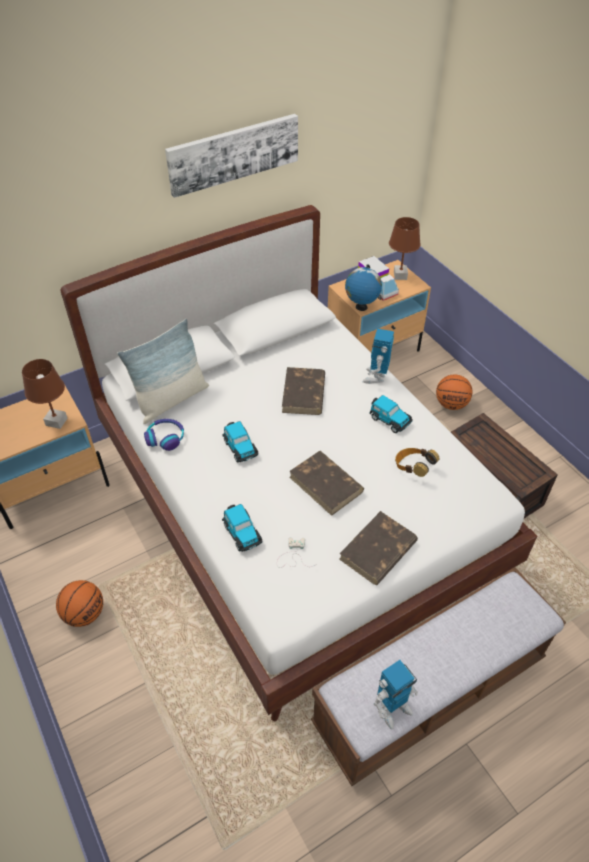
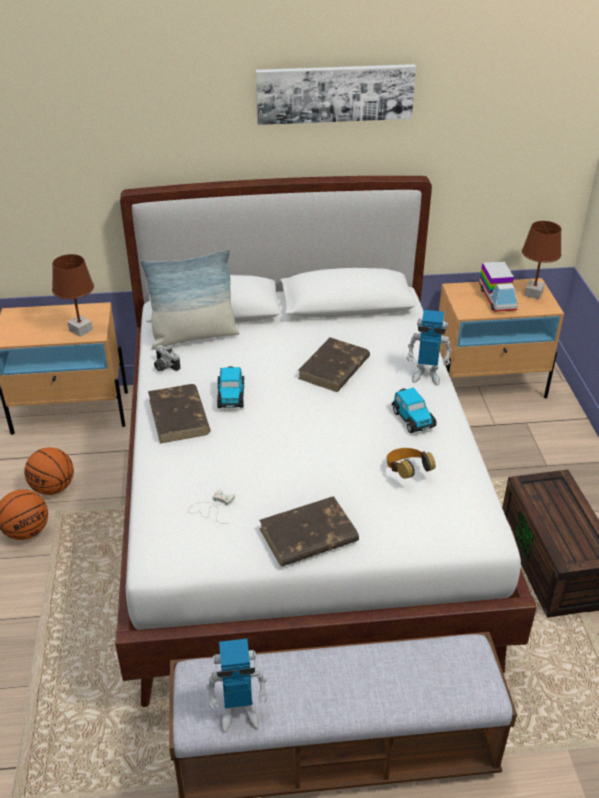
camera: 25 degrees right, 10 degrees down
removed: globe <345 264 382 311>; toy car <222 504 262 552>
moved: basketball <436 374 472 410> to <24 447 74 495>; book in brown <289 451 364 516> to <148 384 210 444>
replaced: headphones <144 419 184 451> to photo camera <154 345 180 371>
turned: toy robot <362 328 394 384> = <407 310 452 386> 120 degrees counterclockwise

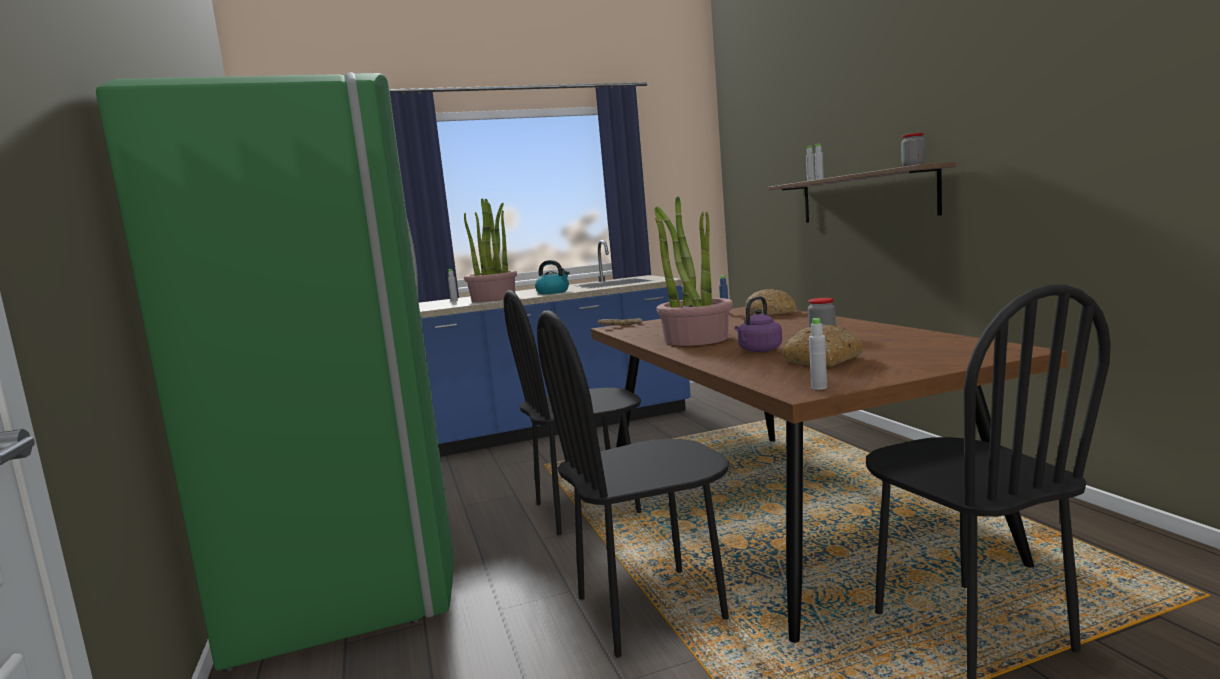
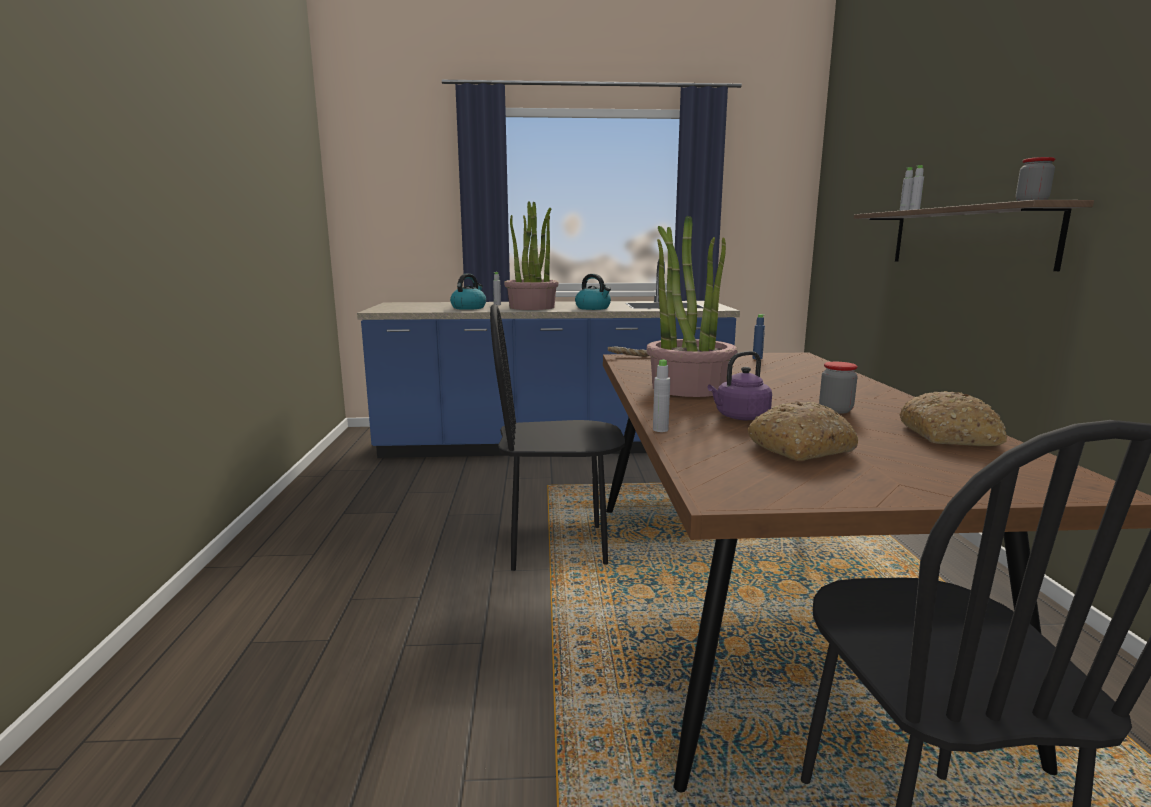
camera: 15 degrees right, 5 degrees up
removed: fridge in green <96 72 454 672>; chair in black <537 310 729 658>
added: kettle <450 274 486 310>
moved: bread <745 289 796 315> to <899 391 1007 446>; bottle in grey <809 318 827 390> to <653 359 670 432>

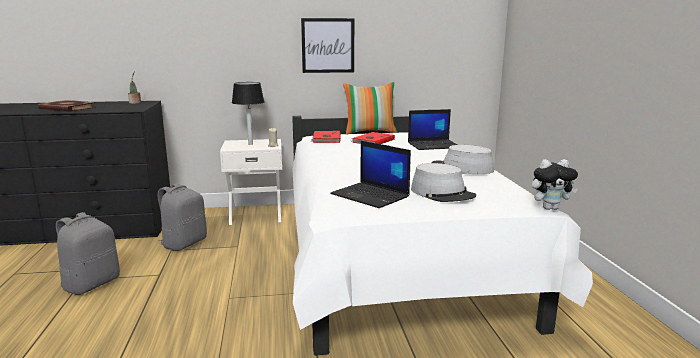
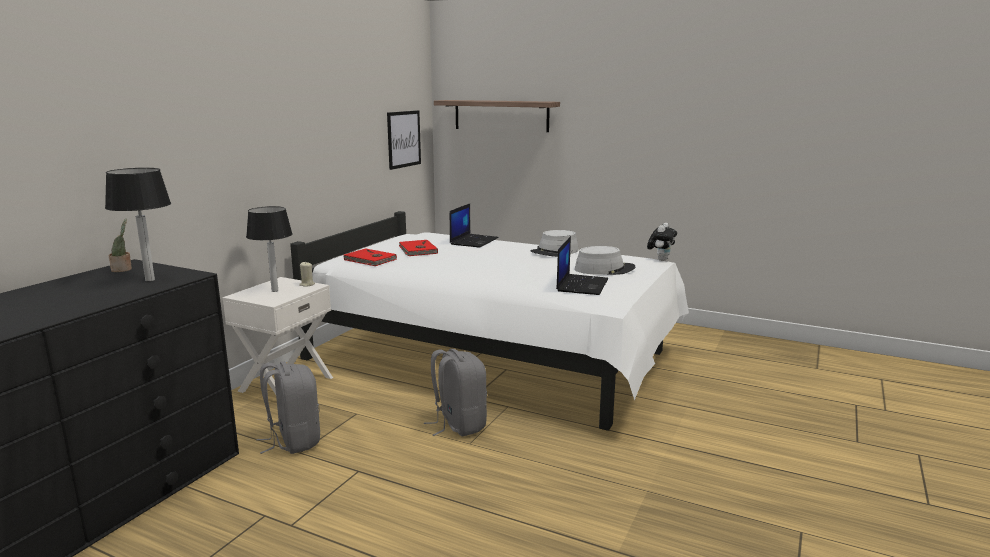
camera: 55 degrees left, 0 degrees up
removed: pillow <343 82 397 135>; book <38 100 96 112>
added: shelf <434 100 560 132>; table lamp <105 168 171 281>
moved: picture <301 18 354 73> to <387 110 421 170>; backpack in grey <56 212 120 295> to <424 349 487 436>
turned: laptop <330 141 411 208> = <556 236 608 295> 60 degrees counterclockwise

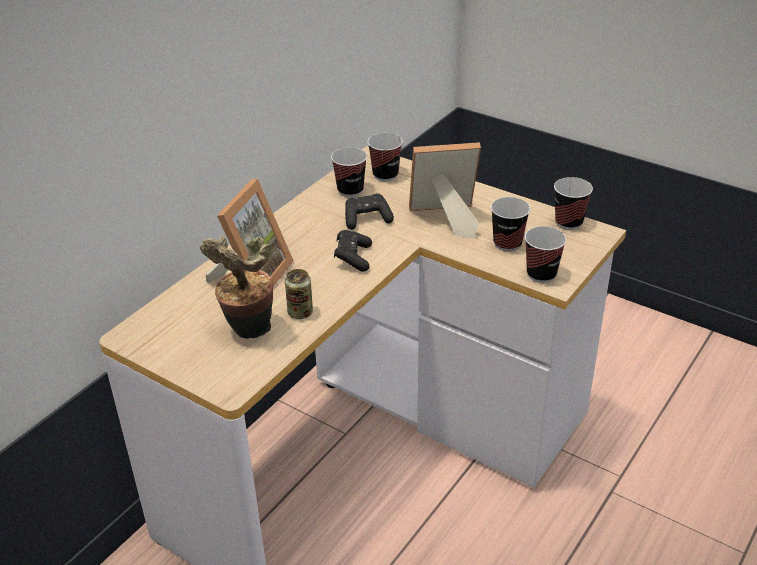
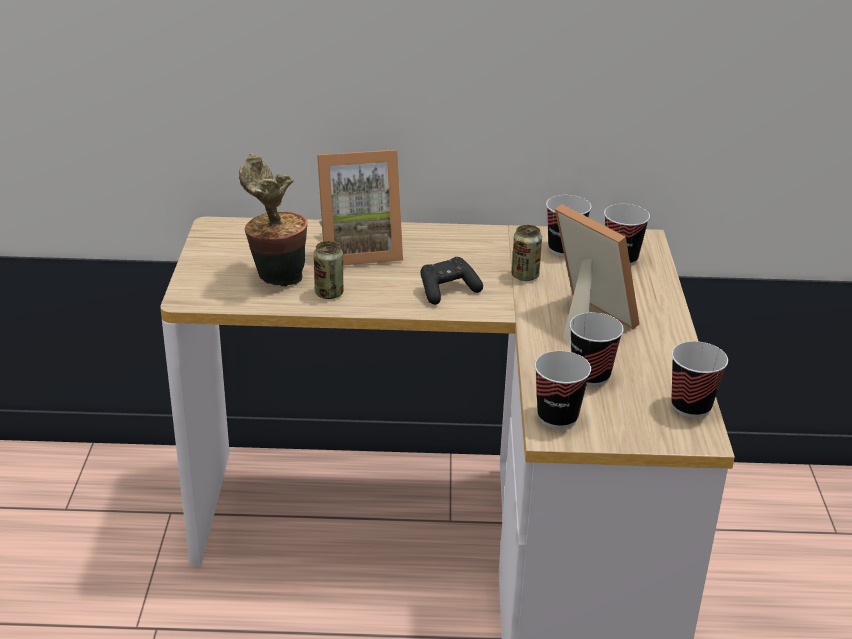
camera: 55 degrees right, 5 degrees down
replaced: game controller in black <345 193 394 230> to can <512 225 542 281>

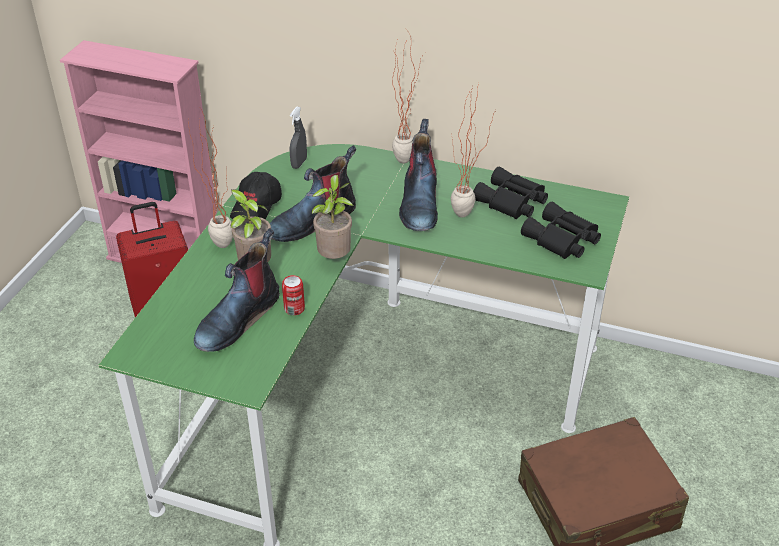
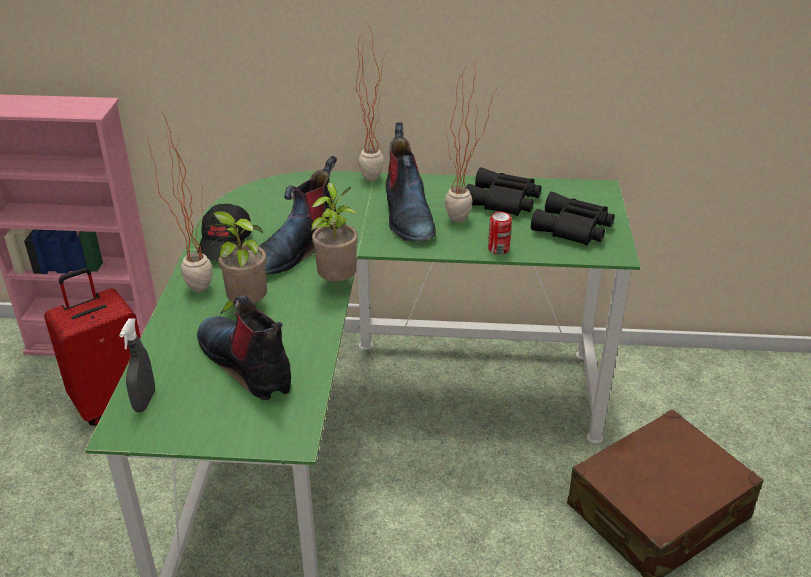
camera: 15 degrees left, 5 degrees down
moved: spray bottle in grey <290 107 307 169> to <119 318 155 412>; can <282 275 305 315> to <488 212 512 255>
turned: boot <194 228 280 352> = <197 296 291 401> 120 degrees clockwise

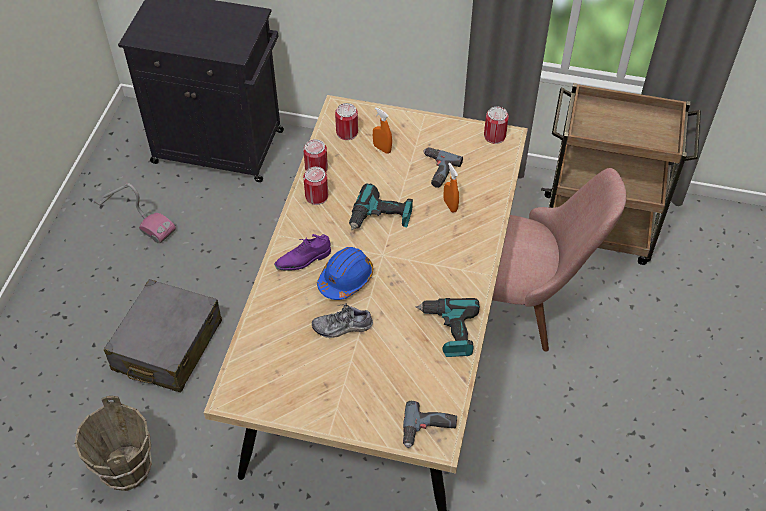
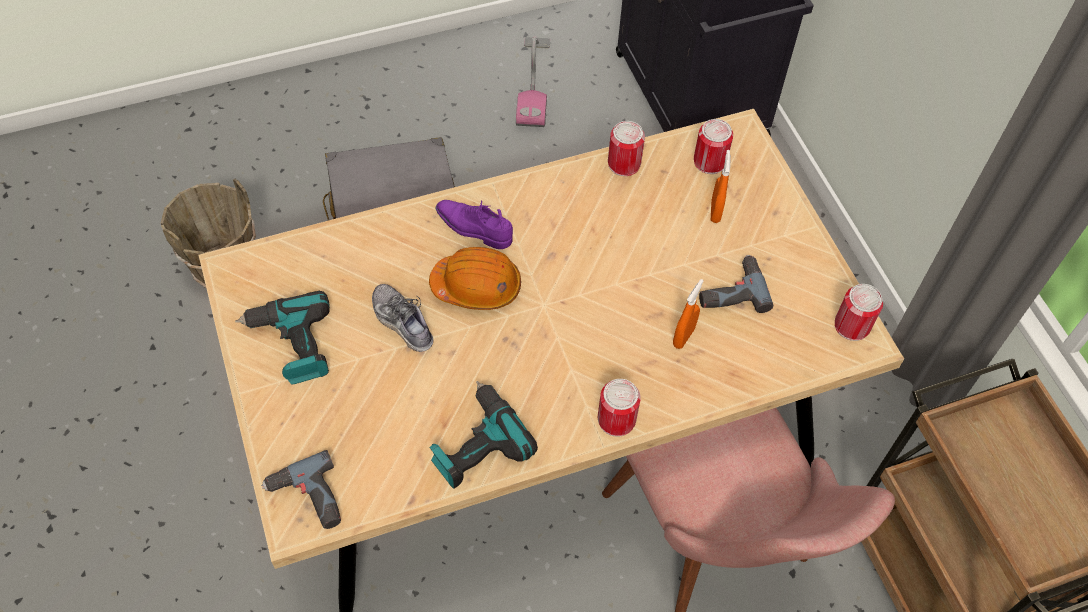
camera: 55 degrees right, 5 degrees up
moved: can <303 167 328 205> to <598 379 641 437>; power drill <349 183 413 231> to <235 291 330 385>
recoloured: hard hat in blue <317 247 373 300> to hard hat in orange <429 247 521 310>

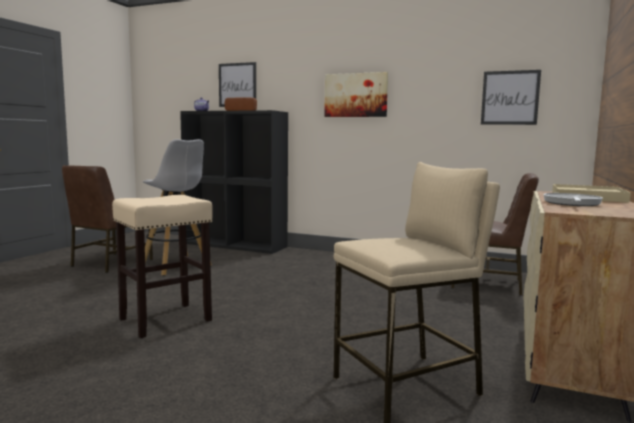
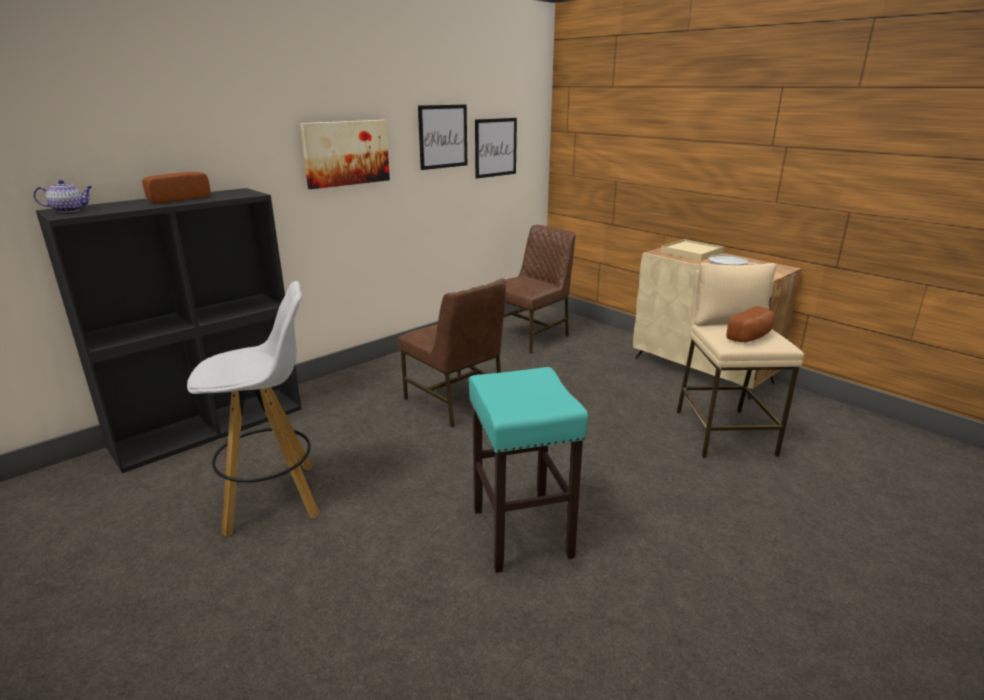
camera: 65 degrees left, 15 degrees up
added: bread <726 306 775 343>
moved: picture <219 62 256 107> to <418 104 467 170>; chair in brown <62 165 153 273> to <398 278 506 427>
recoloured: stool in beige <112 195 213 338> to stool in turquoise <469 367 588 573>

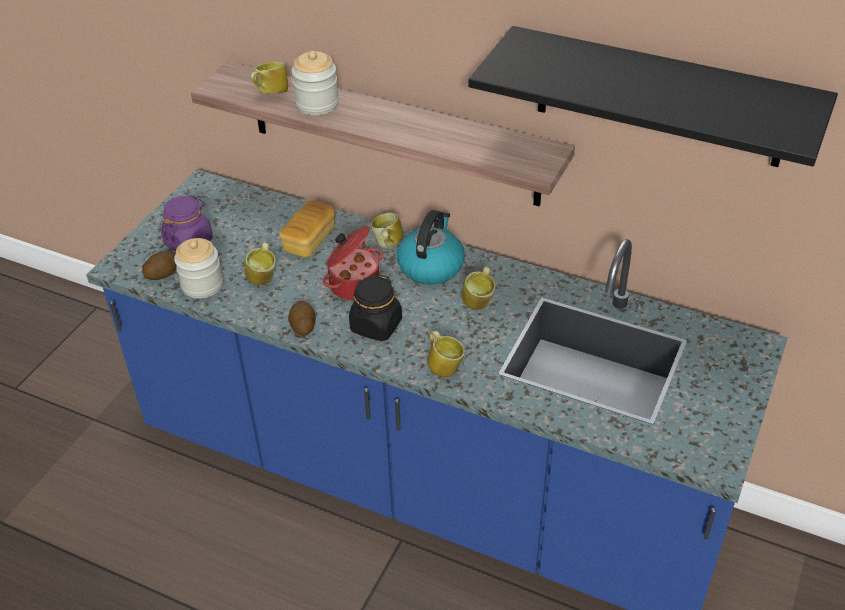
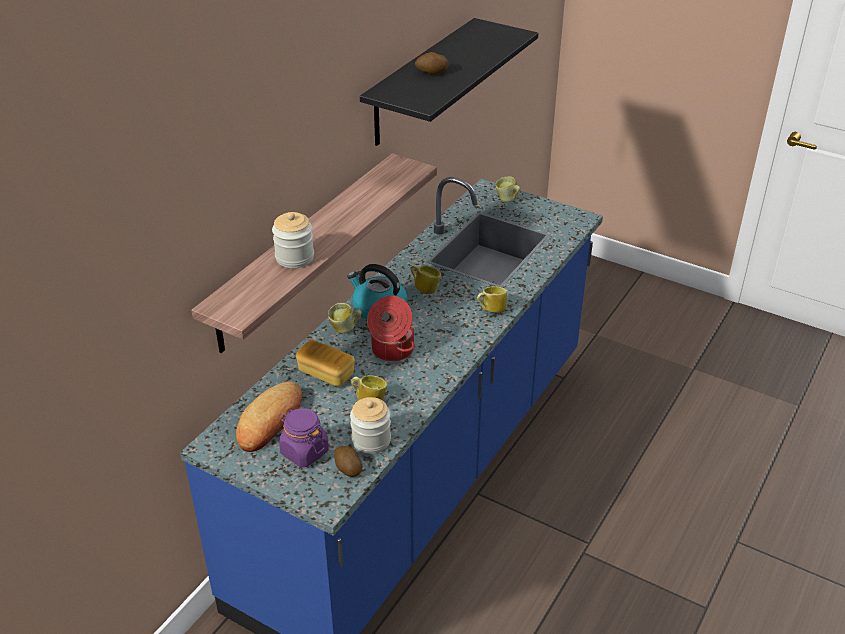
camera: 85 degrees left, 5 degrees down
removed: jar in black <349 274 402 341>
added: bread <236 381 302 452>
moved: mug <251 62 288 94> to <495 176 520 202>; potato <288 301 316 336> to <415 52 449 74>

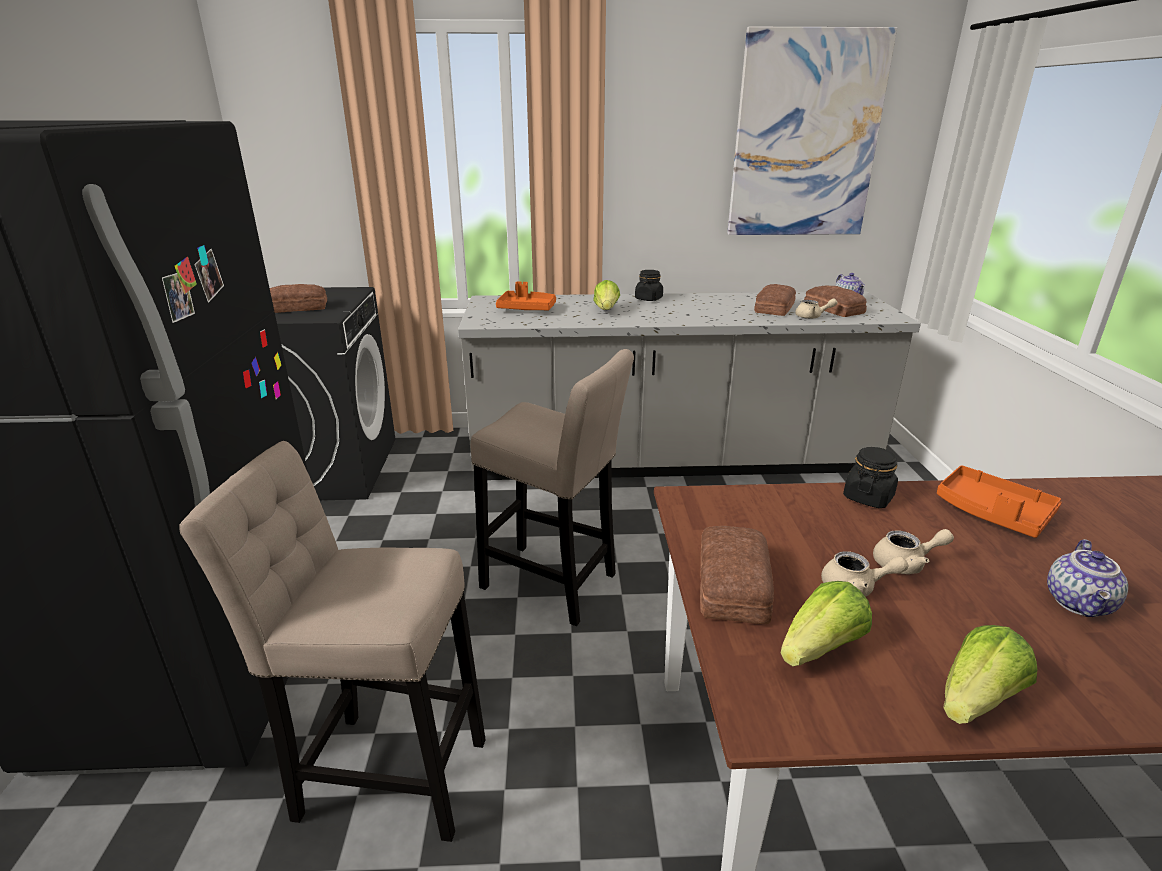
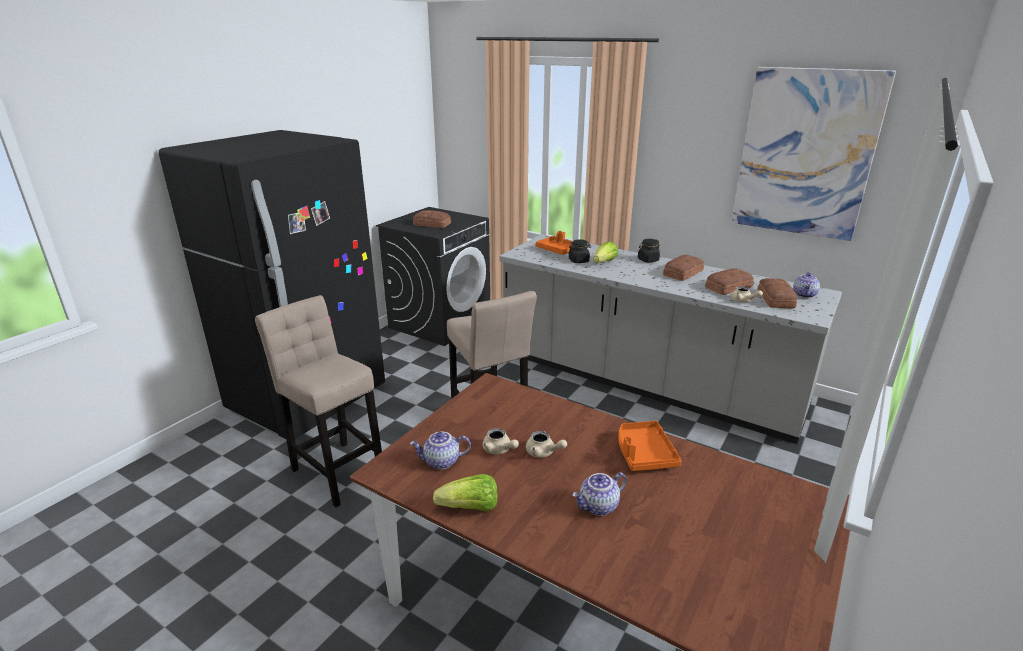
camera: 35 degrees right, 0 degrees up
moved: jar in black <843 447 898 508> to <568 239 591 263>; bread <700 526 774 624> to <663 255 704 281>
replaced: lettuce <781 581 872 666> to teapot <410 432 471 470>

